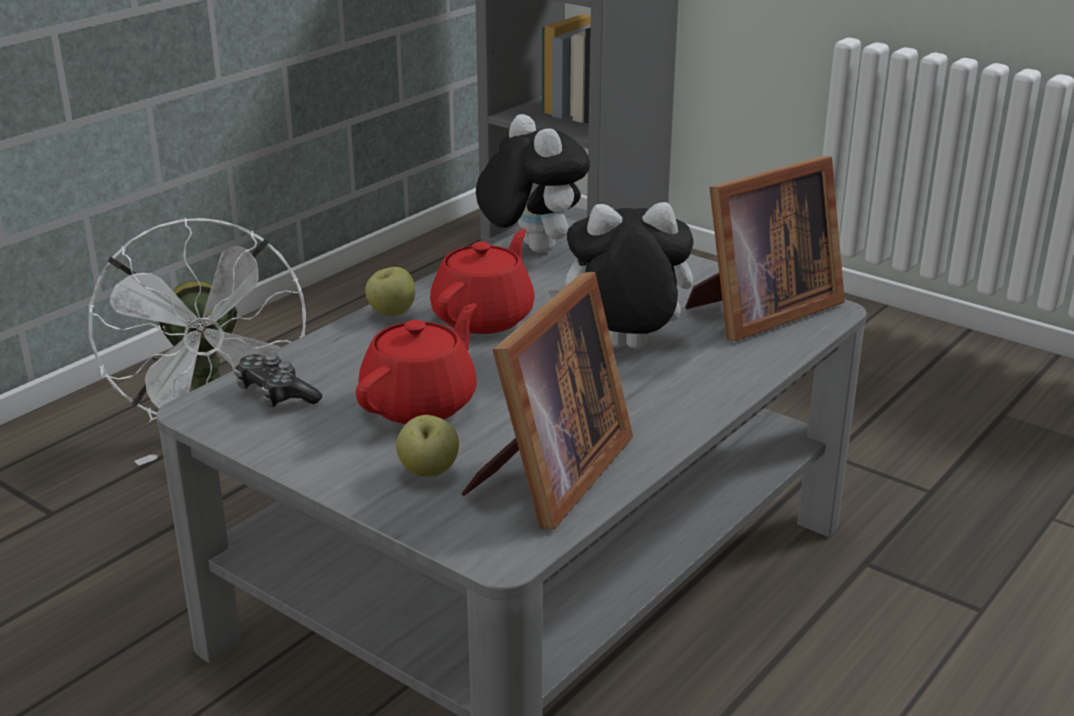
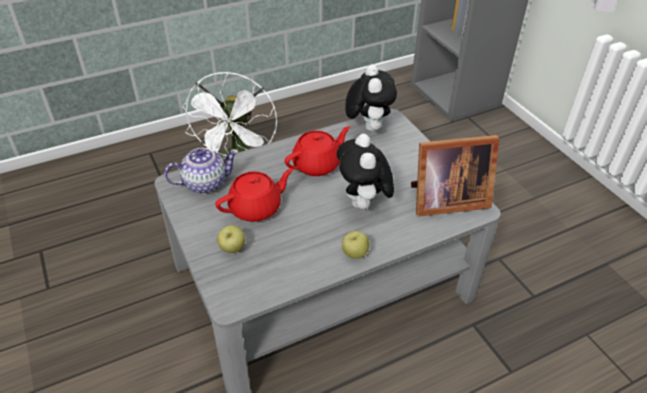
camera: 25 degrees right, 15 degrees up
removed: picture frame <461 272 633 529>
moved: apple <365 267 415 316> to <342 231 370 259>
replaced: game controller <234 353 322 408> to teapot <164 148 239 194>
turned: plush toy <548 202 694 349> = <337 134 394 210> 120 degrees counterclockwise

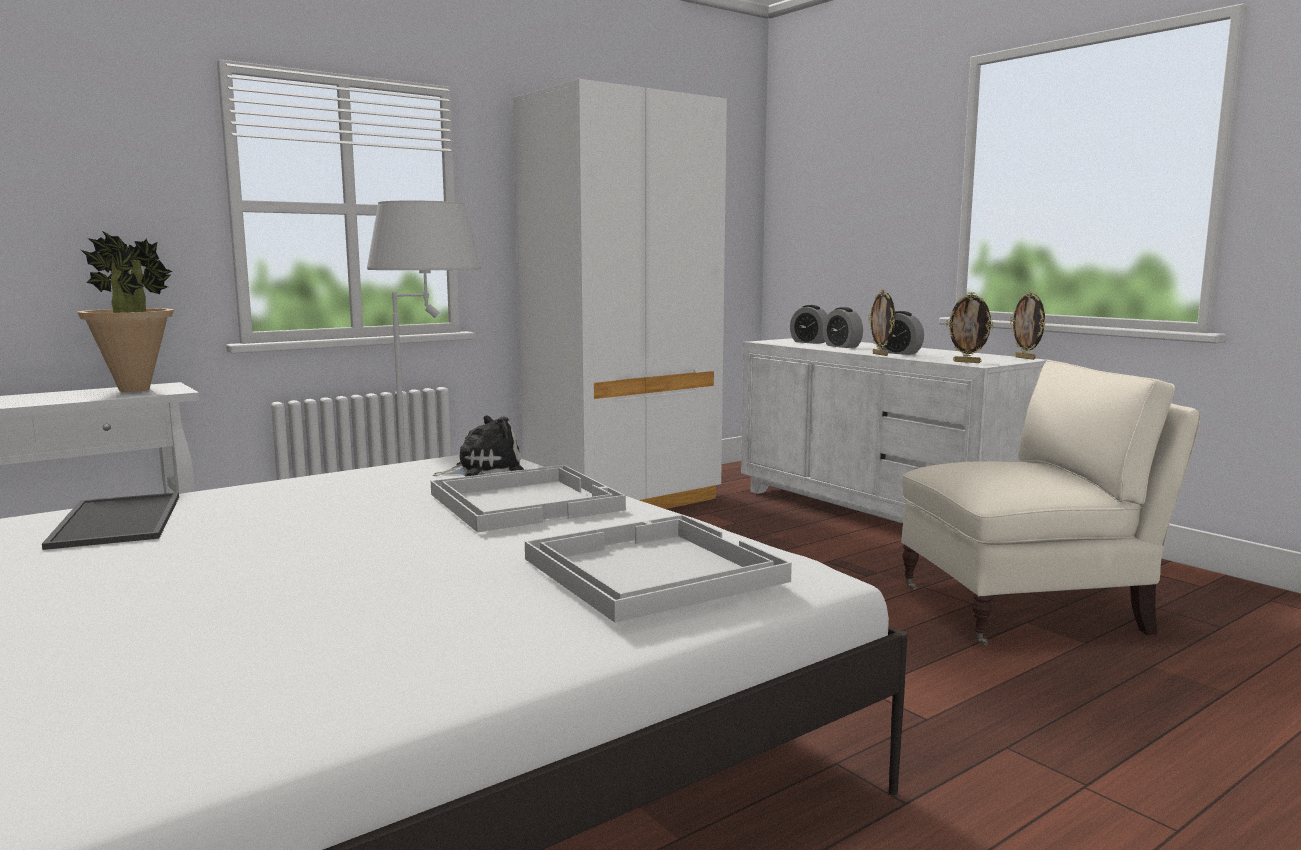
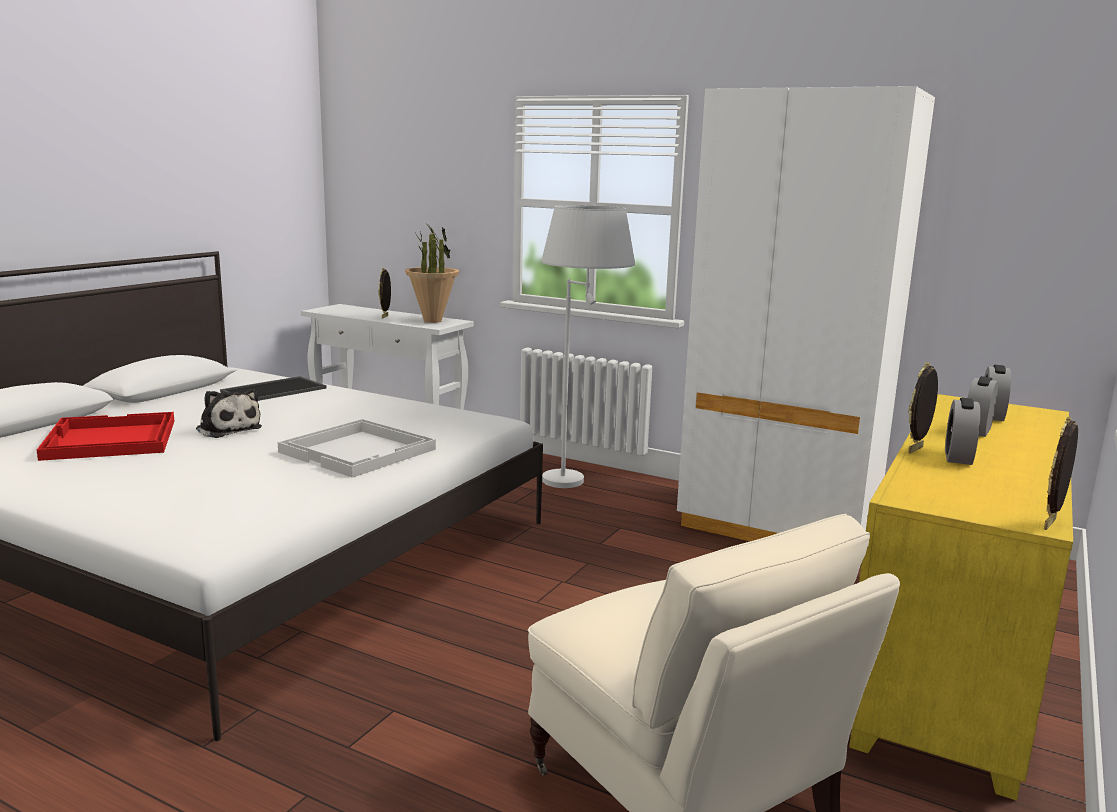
camera: 65 degrees right, 5 degrees up
removed: tray in white <525 515 792 623>
added: tray in red <37 412 174 461>
moved: picture frame <946 292 994 363> to <378 268 391 319>; plush toy <433 416 524 477> to <196 389 262 438>
recoloured: dresser in white <741 338 1047 523> to dresser in yellow <849 394 1073 801>

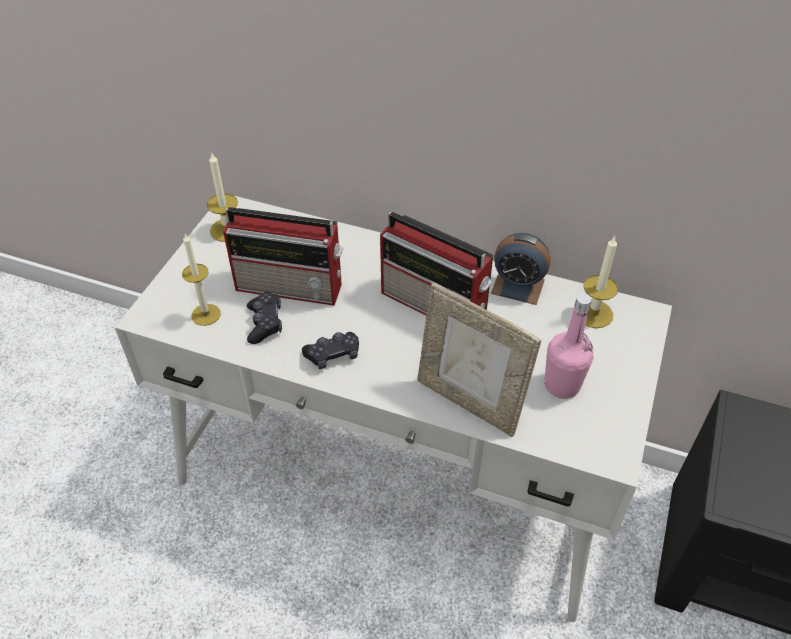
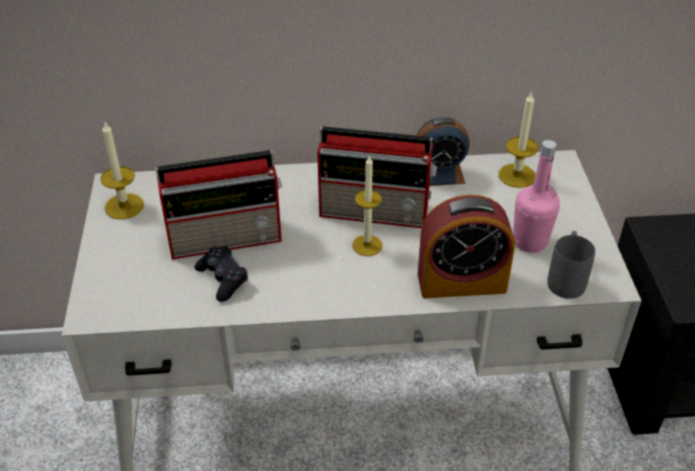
camera: 25 degrees left, 5 degrees down
removed: game controller in black <302 332 359 369>
added: mug in grey <547 231 595 299>
moved: candle <182 234 221 326> to <352 155 383 256>
replaced: picture frame <417 283 541 437> to alarm clock <418 195 515 298>

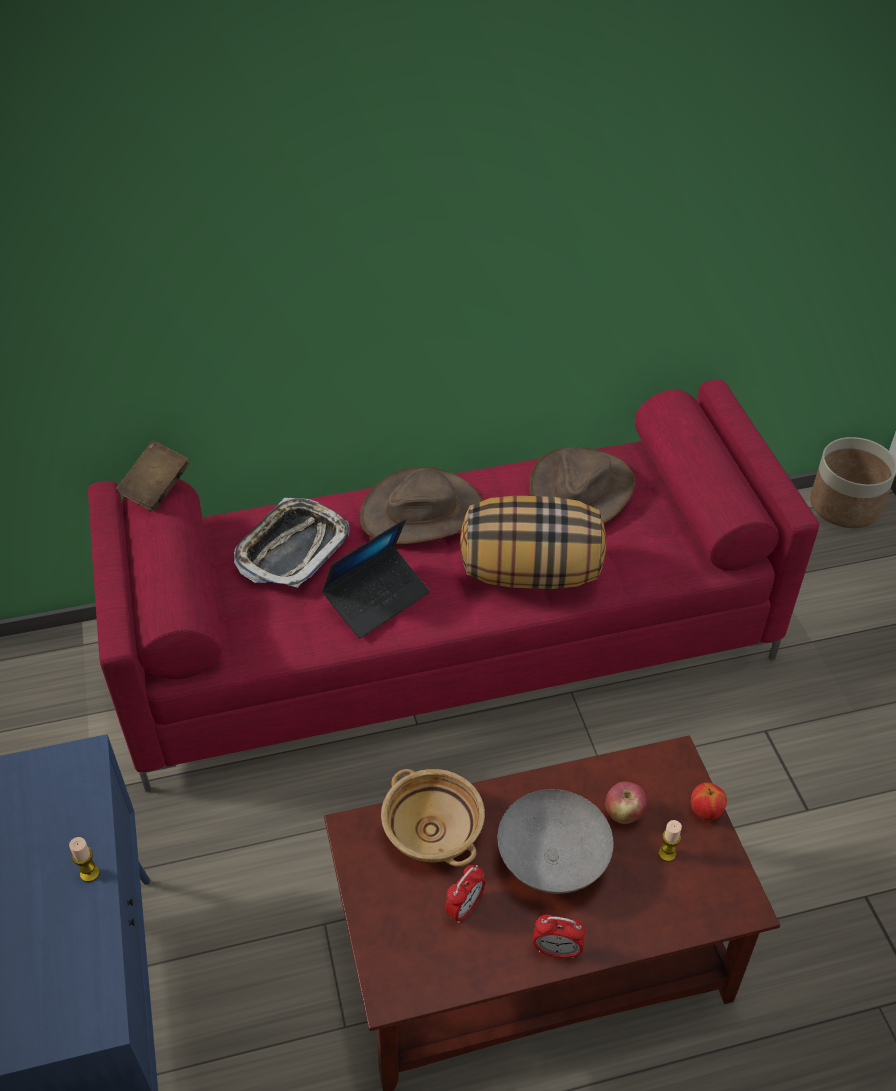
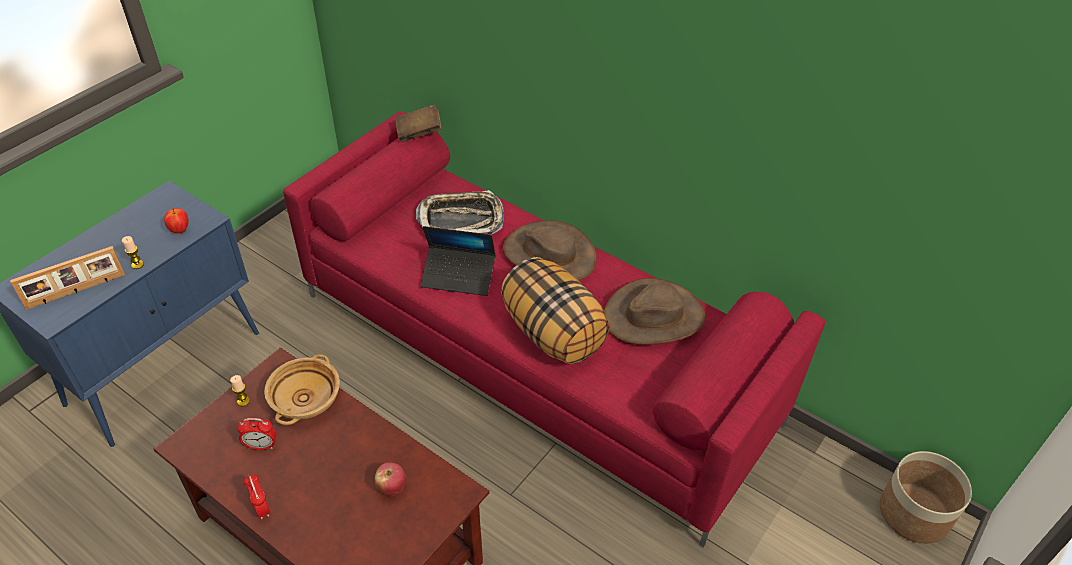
camera: 50 degrees right, 0 degrees up
removed: bowl in grey <498 789 614 894>
added: picture frame <10 246 125 310>
moved: apple <691 783 727 820> to <164 208 189 233>; candle <658 820 682 862> to <230 375 250 406>

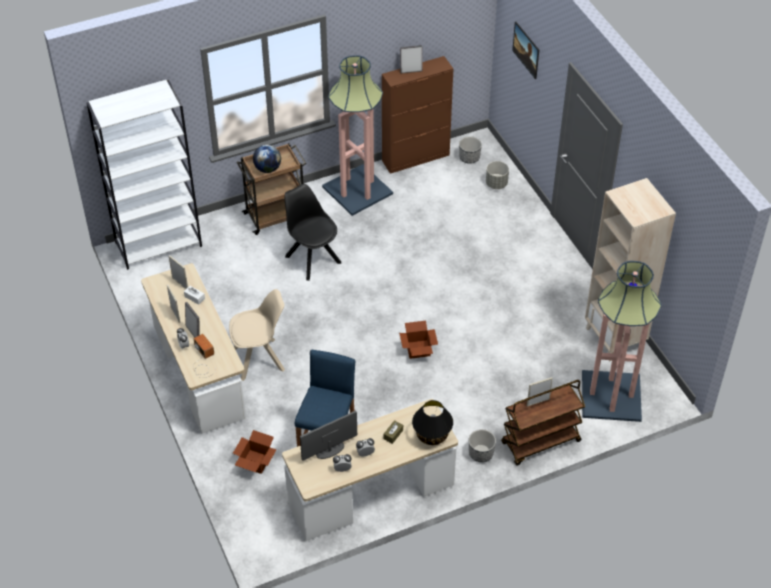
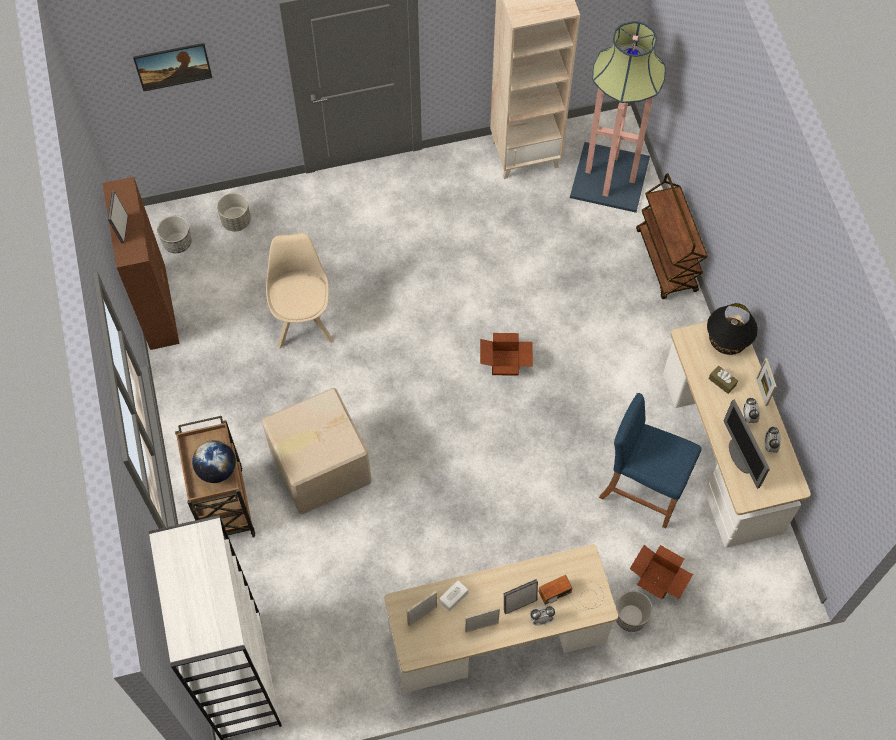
camera: 80 degrees left, 15 degrees up
removed: floor lamp <322 55 393 216>
moved: chair in beige <229 289 285 381> to <266 233 333 349>; picture frame <527 377 553 407> to <756 358 777 406>; planter <469 429 496 462> to <616 591 653 632>
replaced: chair in black <285 184 341 281> to cardboard box <262 388 372 514>

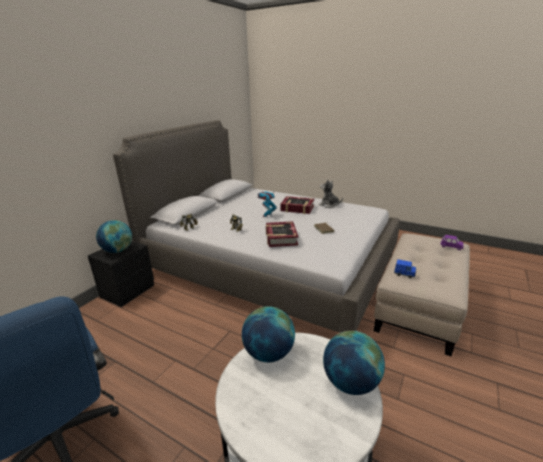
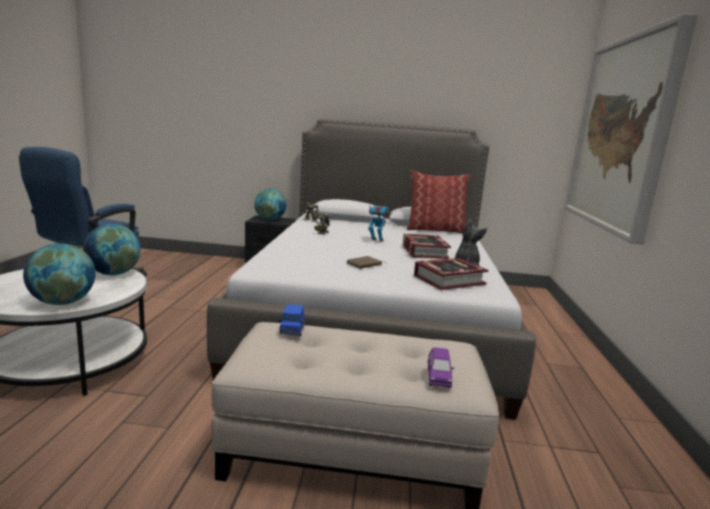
camera: 65 degrees right, 10 degrees down
added: picture <565 13 698 244>; pillow <406 170 471 233>
moved: book <266 221 298 247> to <414 258 488 290>

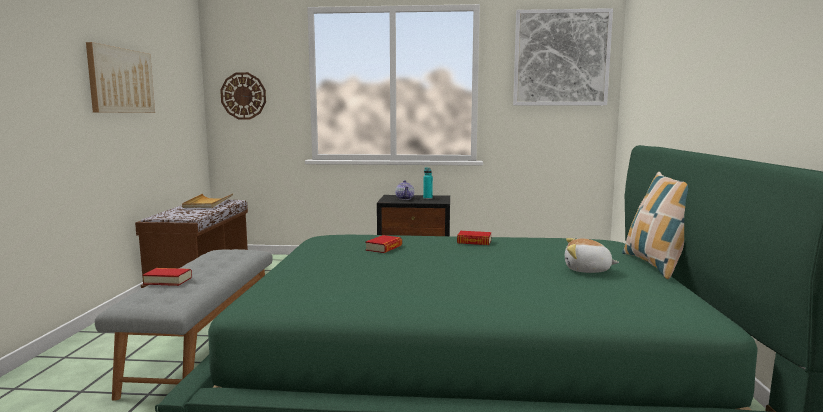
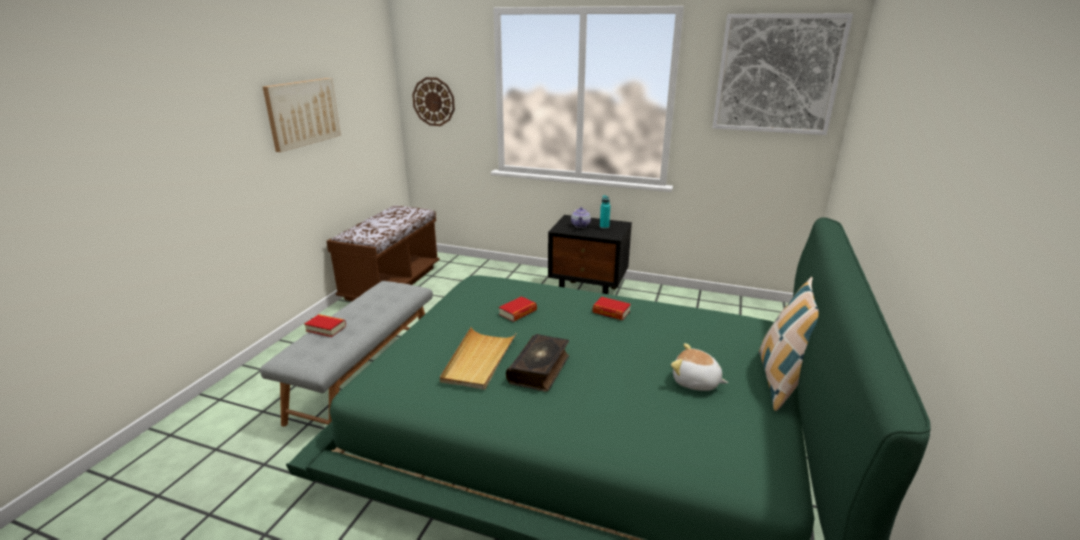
camera: 15 degrees right, 15 degrees up
added: book <506 334 569 392>
moved: tray in beige <182 194 233 208> to <440 327 516 390>

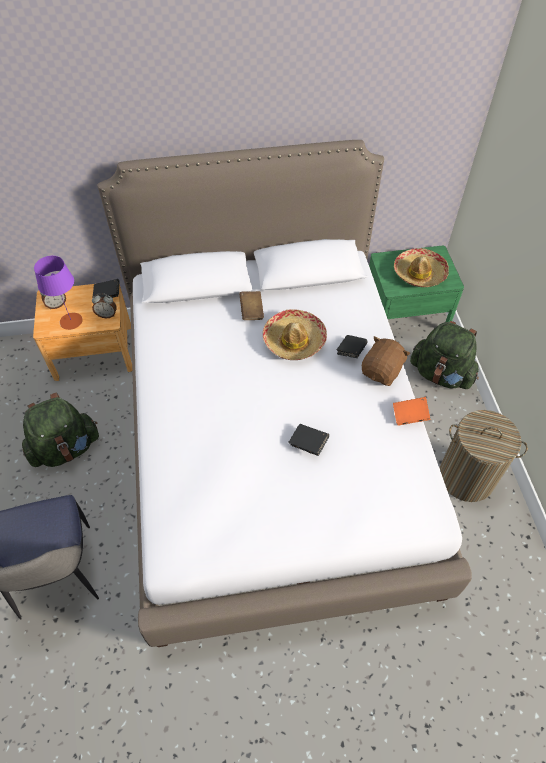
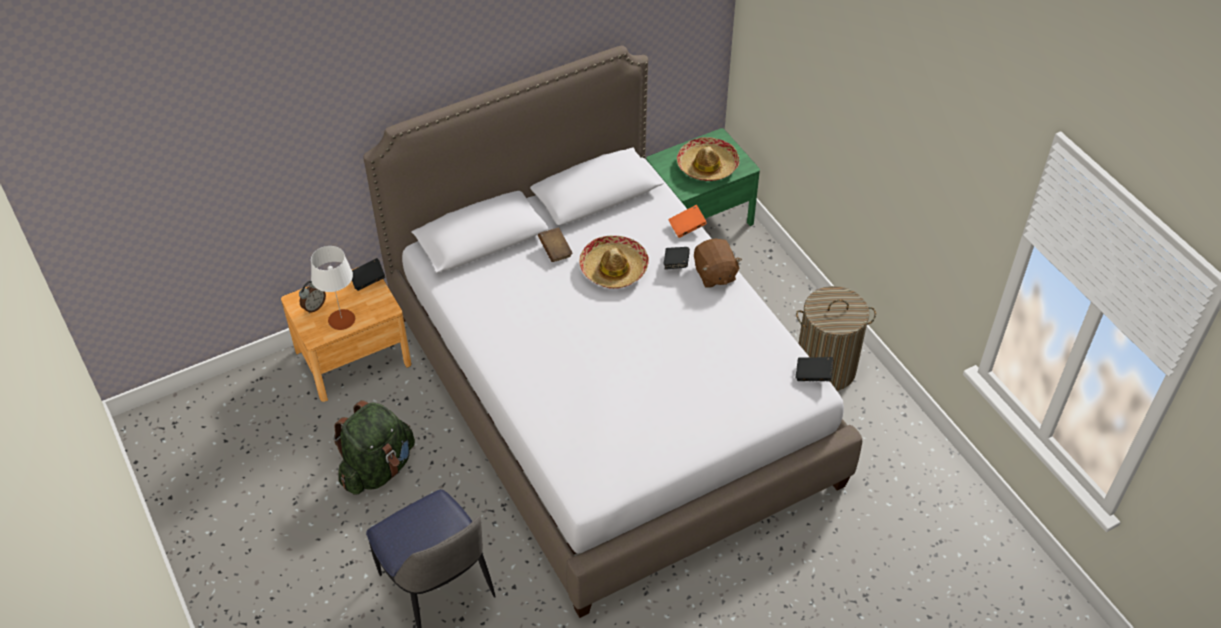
camera: 20 degrees left, 5 degrees down
removed: alarm clock <92 293 117 318>; backpack in green <410 321 479 389>
moved: book in orange <393 397 430 426> to <668 205 707 238>; book in black <288 424 329 456> to <796 357 834 381>
recoloured: table lamp in purple <34 256 83 330> to table lamp in white <311 246 355 330>
turned: plush toy in brown <362 336 411 386> = <694 239 742 288> 150 degrees clockwise

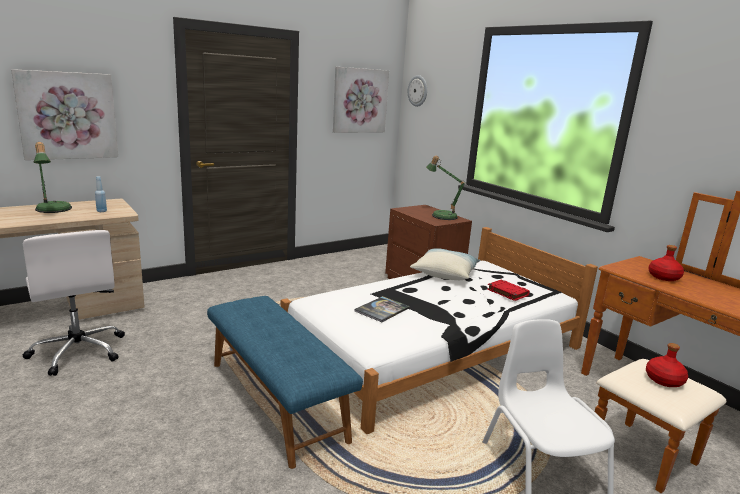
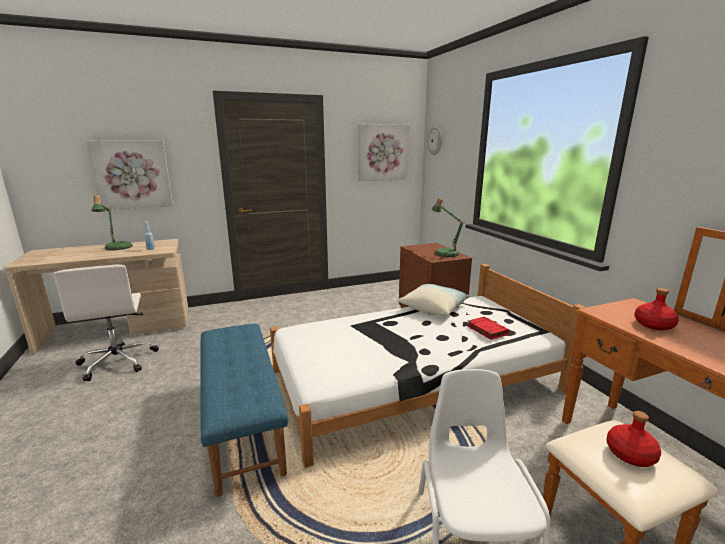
camera: 15 degrees right, 0 degrees up
removed: book <355 296 410 322>

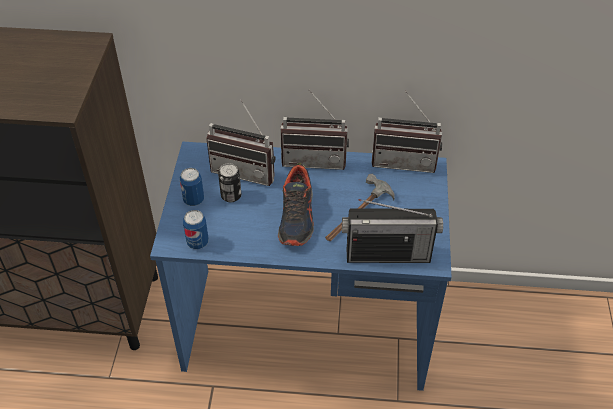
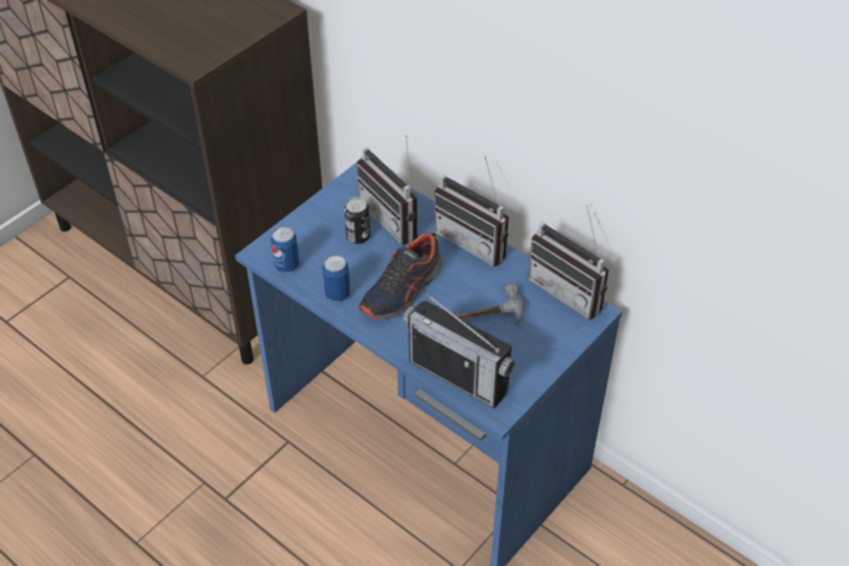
camera: 35 degrees right, 0 degrees up
moved: can <180 168 204 206> to <322 255 350 302>

